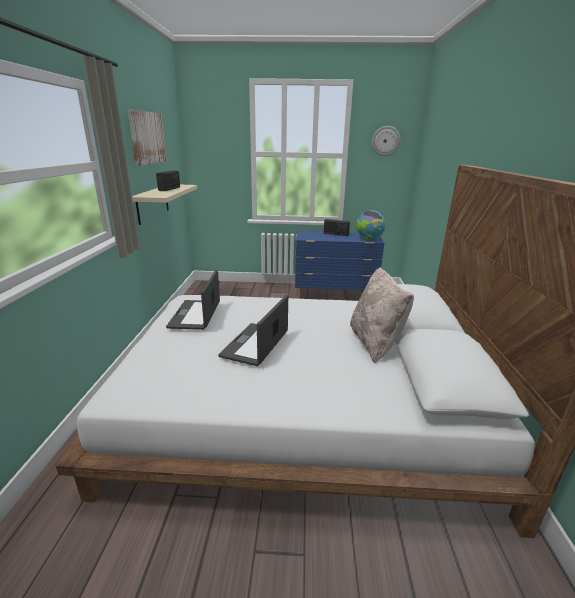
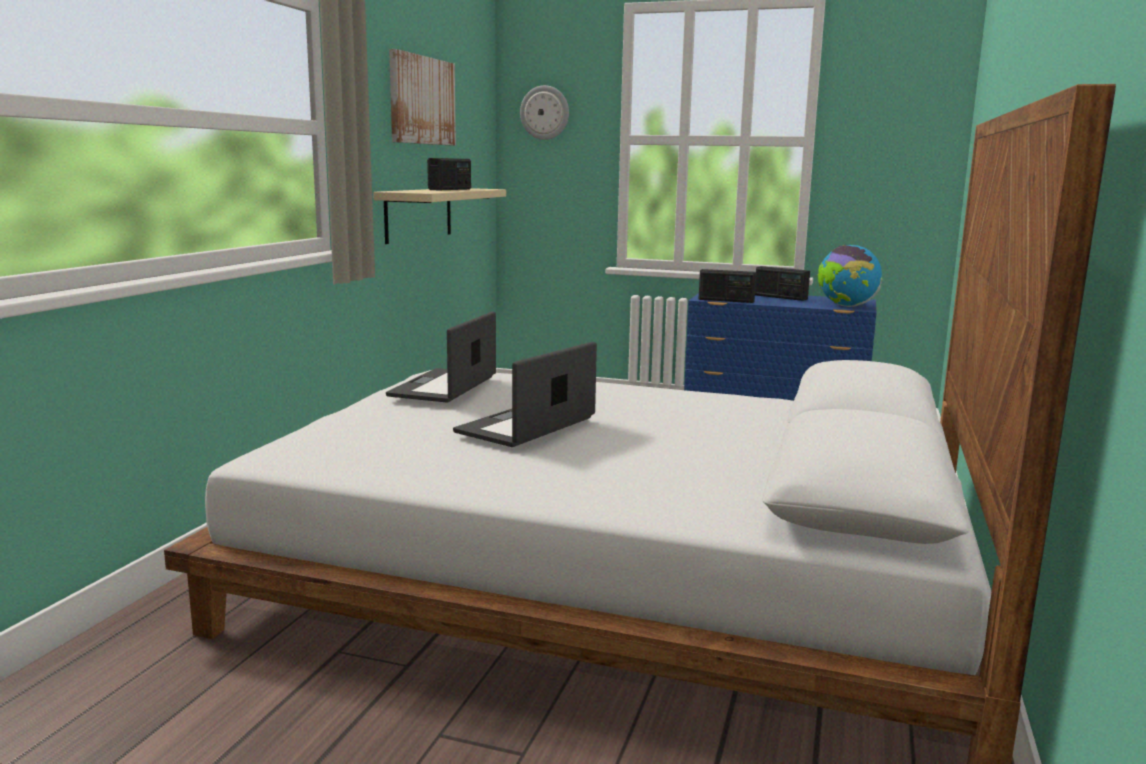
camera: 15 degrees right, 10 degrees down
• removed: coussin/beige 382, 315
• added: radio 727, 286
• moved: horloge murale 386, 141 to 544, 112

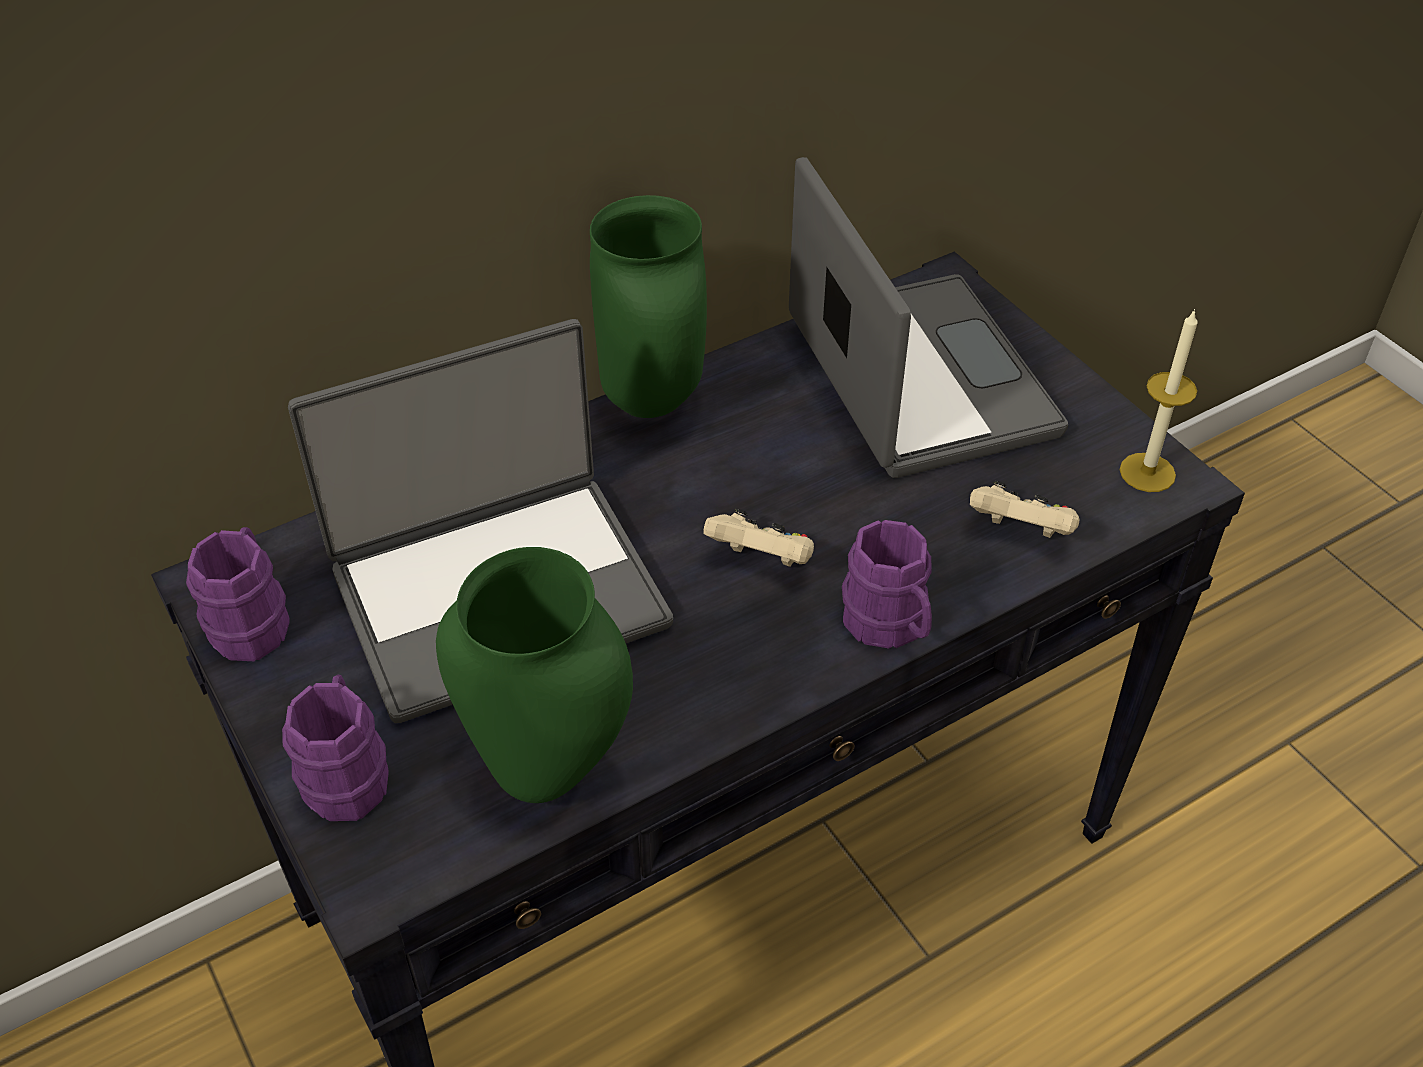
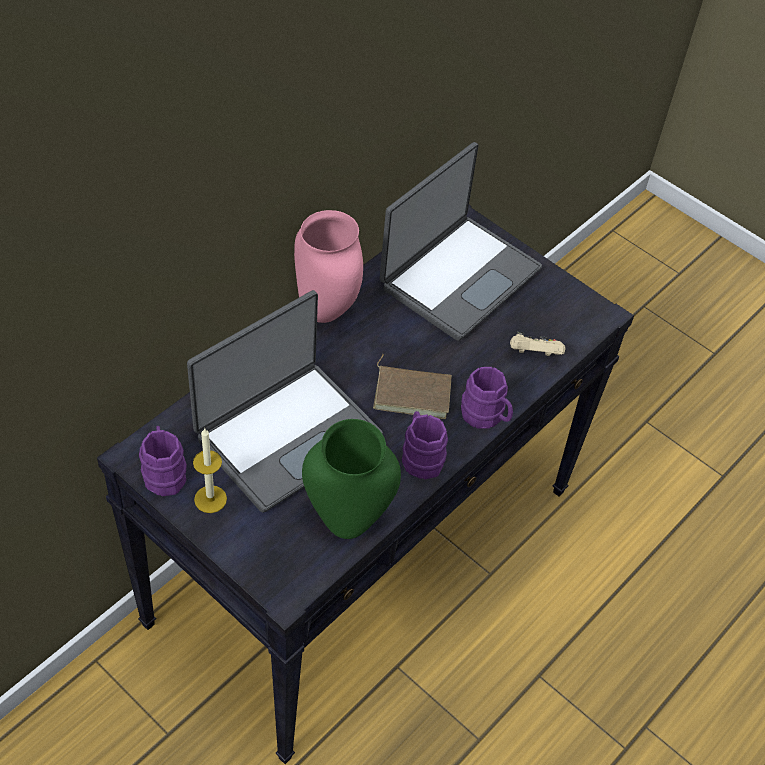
camera: 20 degrees left, 5 degrees up
• moved: mug/violet 335, 747 to 425, 445
• moved: bougie 1159, 400 to 210, 470
• replaced: manette/beige 759, 537 to livre/marron 412, 386
• recoloured: vase/vert 648, 306 to vase/rose 328, 266
• turned: ordinateur portable 928, 317 = 461, 241 75 degrees clockwise

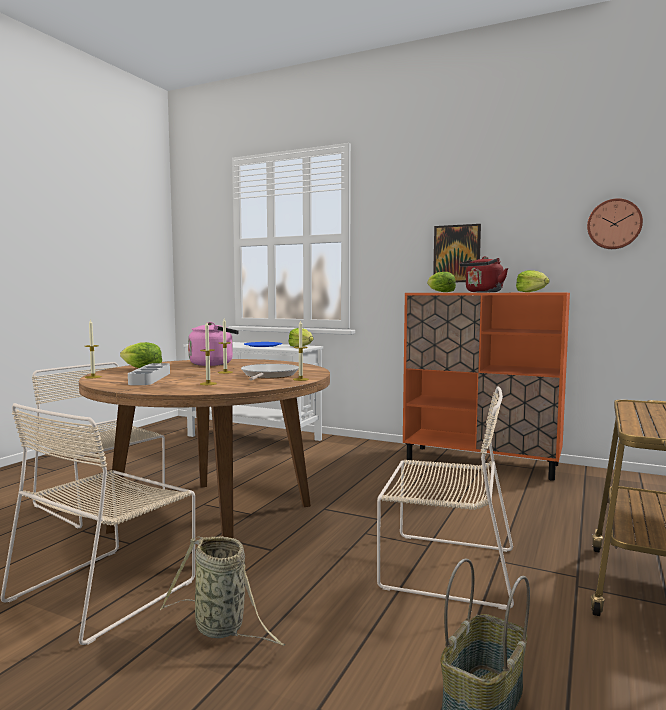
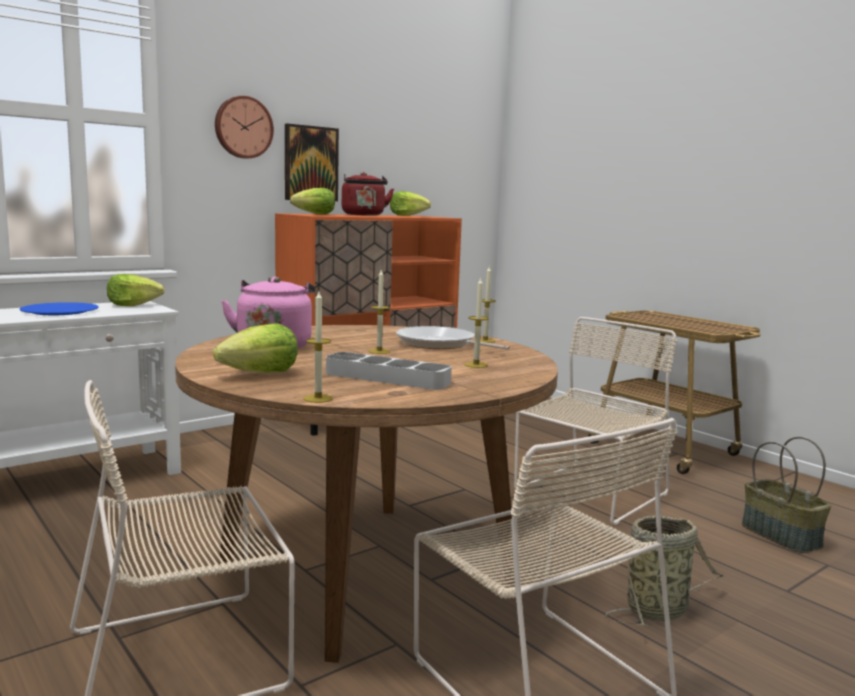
camera: 65 degrees left, 5 degrees up
• moved: horloge murale 615, 223 to 244, 127

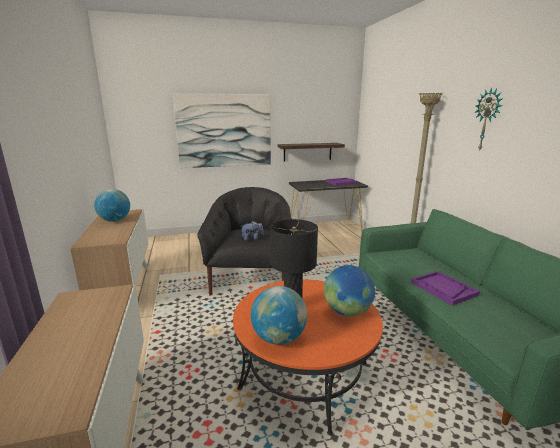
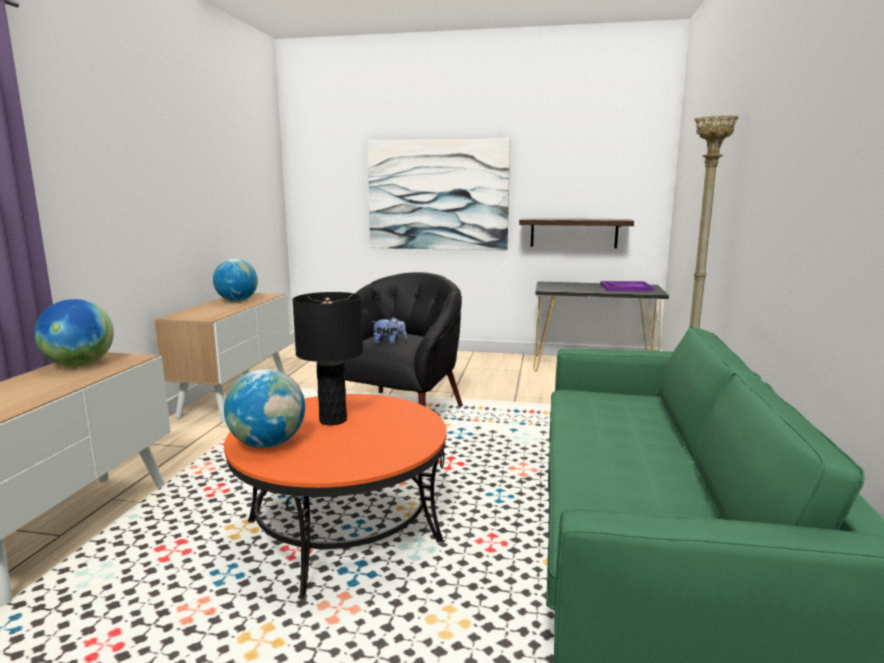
camera: 25 degrees right, 5 degrees down
• removed: plateau/violet 445, 288
• removed: horloge murale 489, 119
• moved: globe 349, 290 to 74, 333

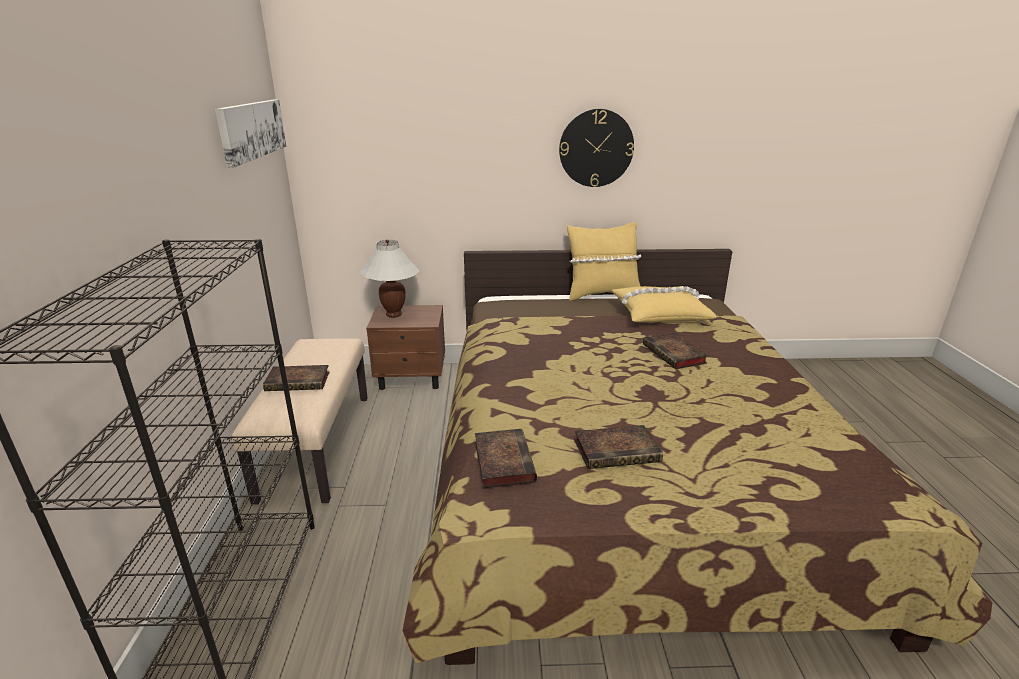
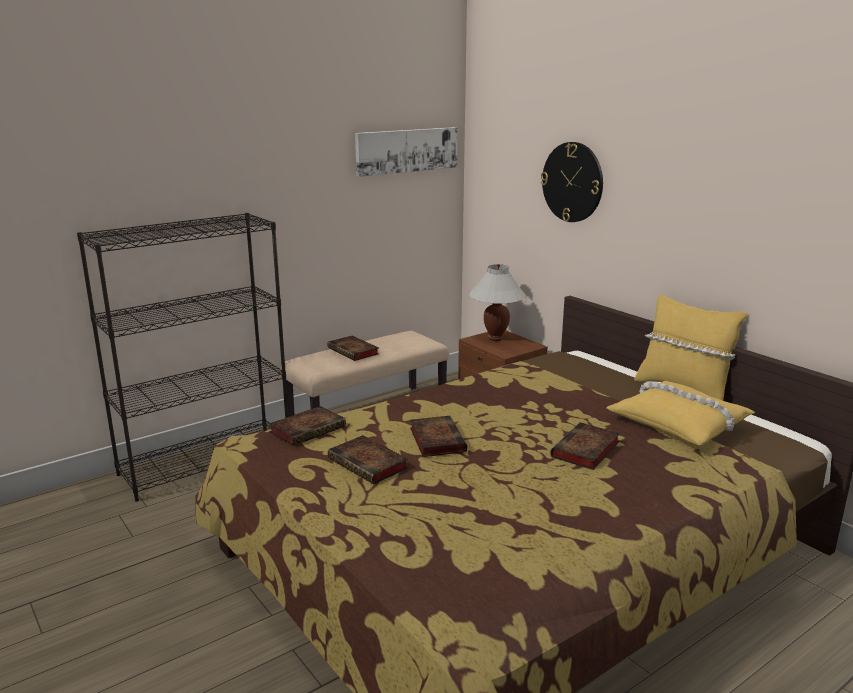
camera: 55 degrees right, 5 degrees down
• added: livre 438, 436
• moved: horloge murale 596, 148 to 572, 182

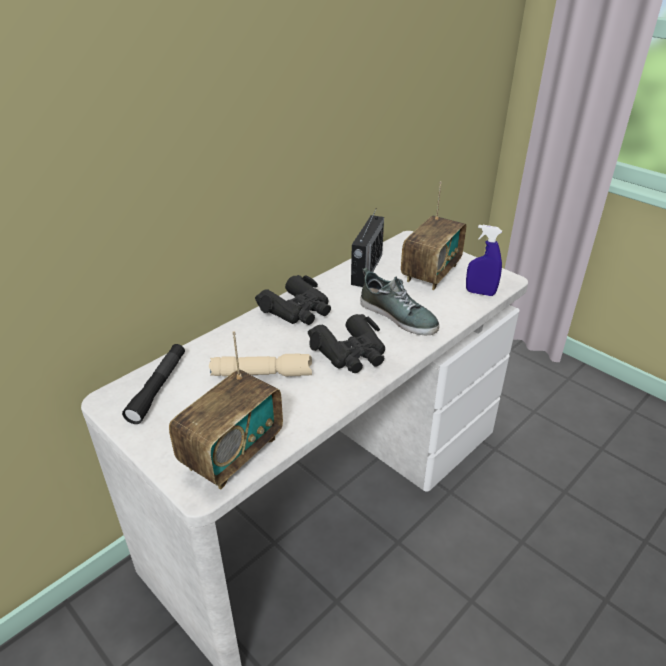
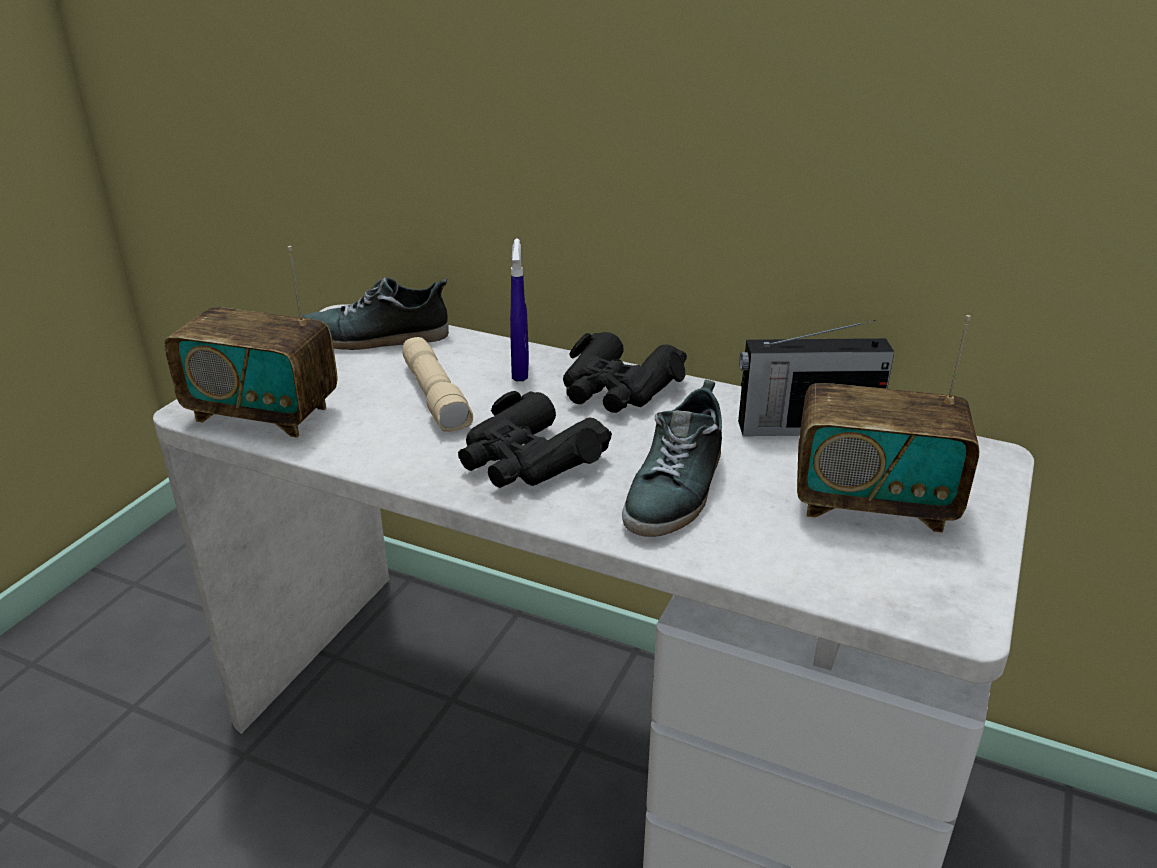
camera: 70 degrees right, 5 degrees down
• moved: vaporisateur/bleu 484, 260 to 519, 309
• replaced: lampe de poche/noir 153, 384 to chaussure 375, 313

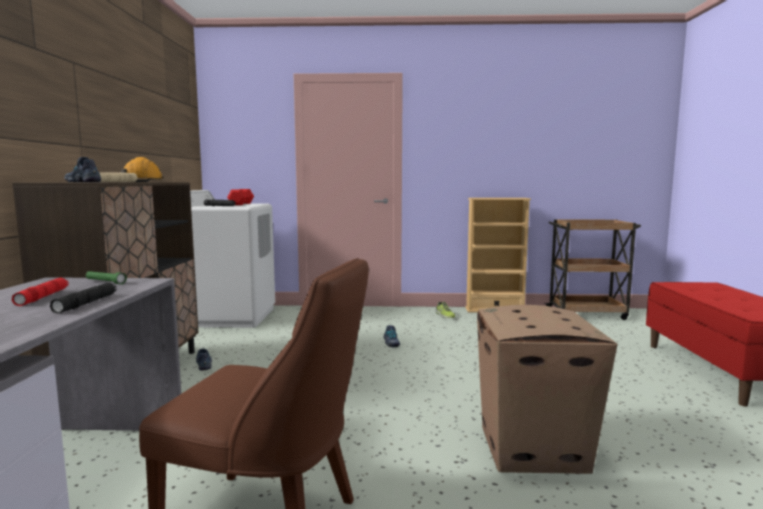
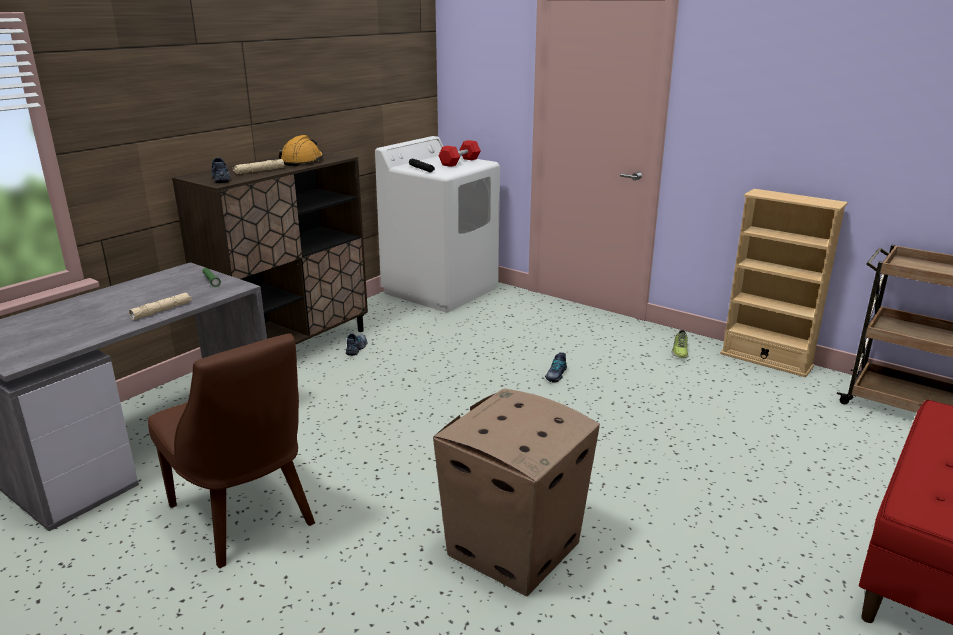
camera: 35 degrees right, 15 degrees up
• removed: lampe de poche/rouge 40, 292
• recoloured: lampe de poche/noir 83, 298 to lampe de poche/beige 160, 306

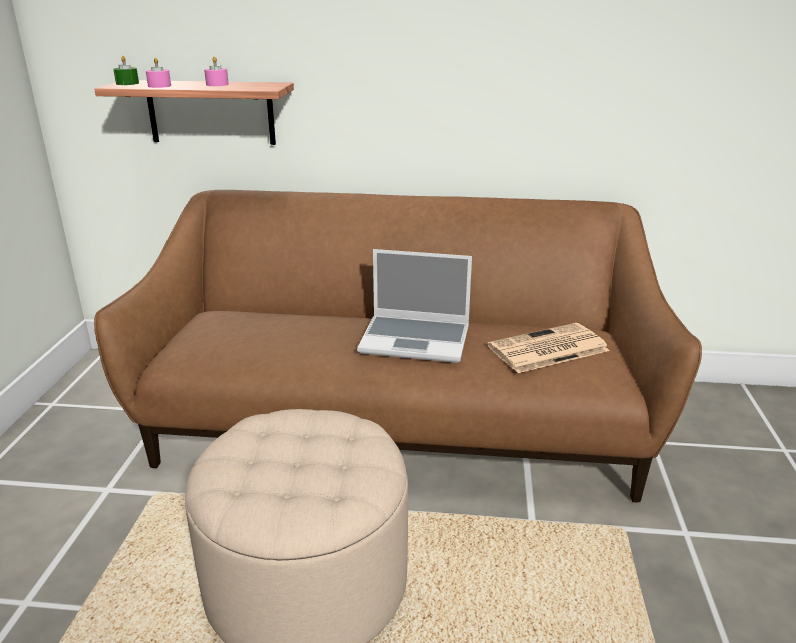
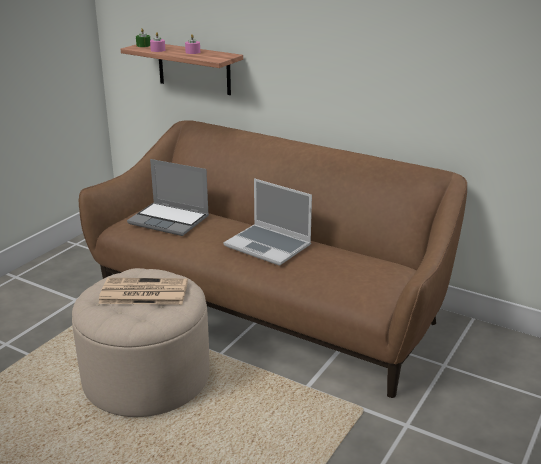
camera: 25 degrees right, 0 degrees up
• added: ordinateur portable 168, 197
• moved: journal 549, 348 to 143, 291

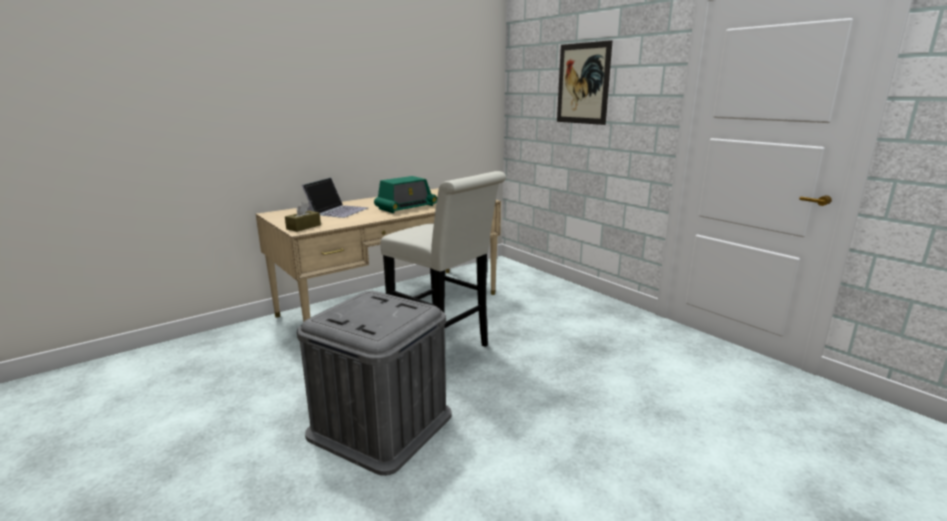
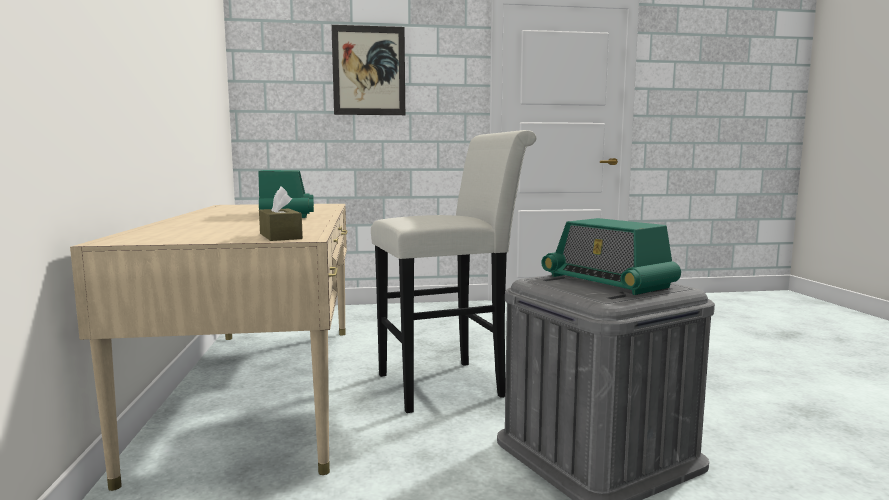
camera: 60 degrees left, 10 degrees down
• removed: ordinateur portable 335, 198
• added: radio 611, 256

